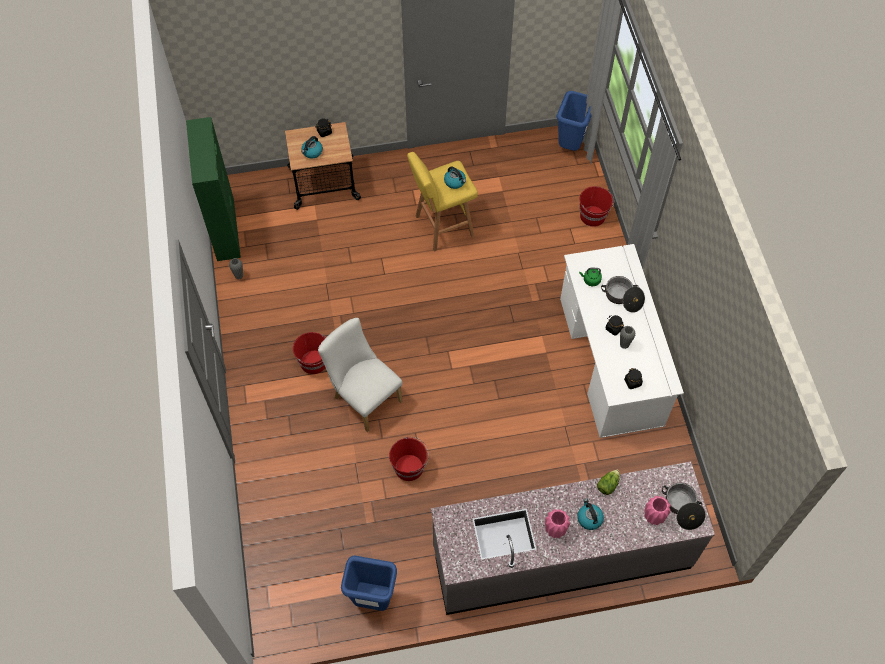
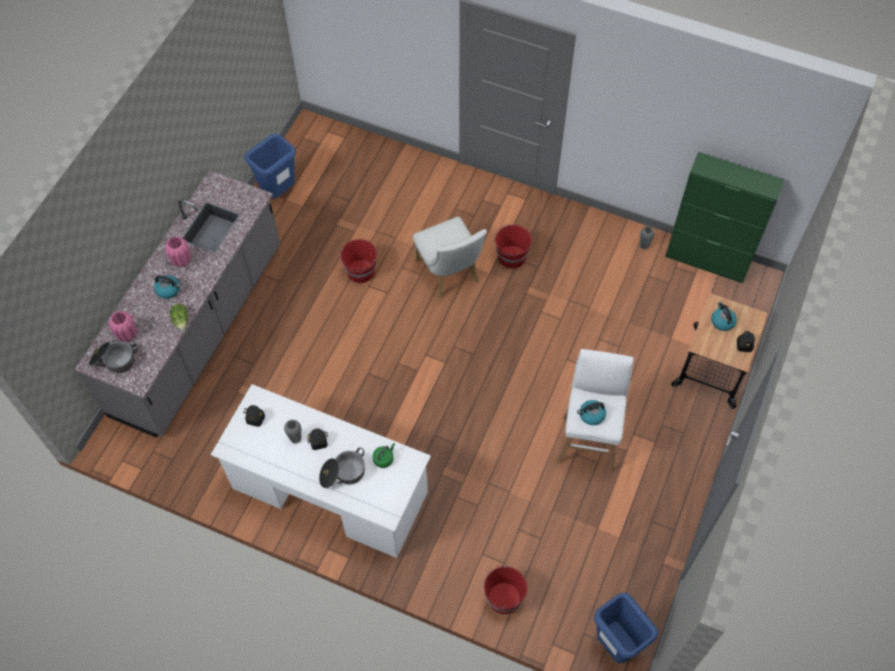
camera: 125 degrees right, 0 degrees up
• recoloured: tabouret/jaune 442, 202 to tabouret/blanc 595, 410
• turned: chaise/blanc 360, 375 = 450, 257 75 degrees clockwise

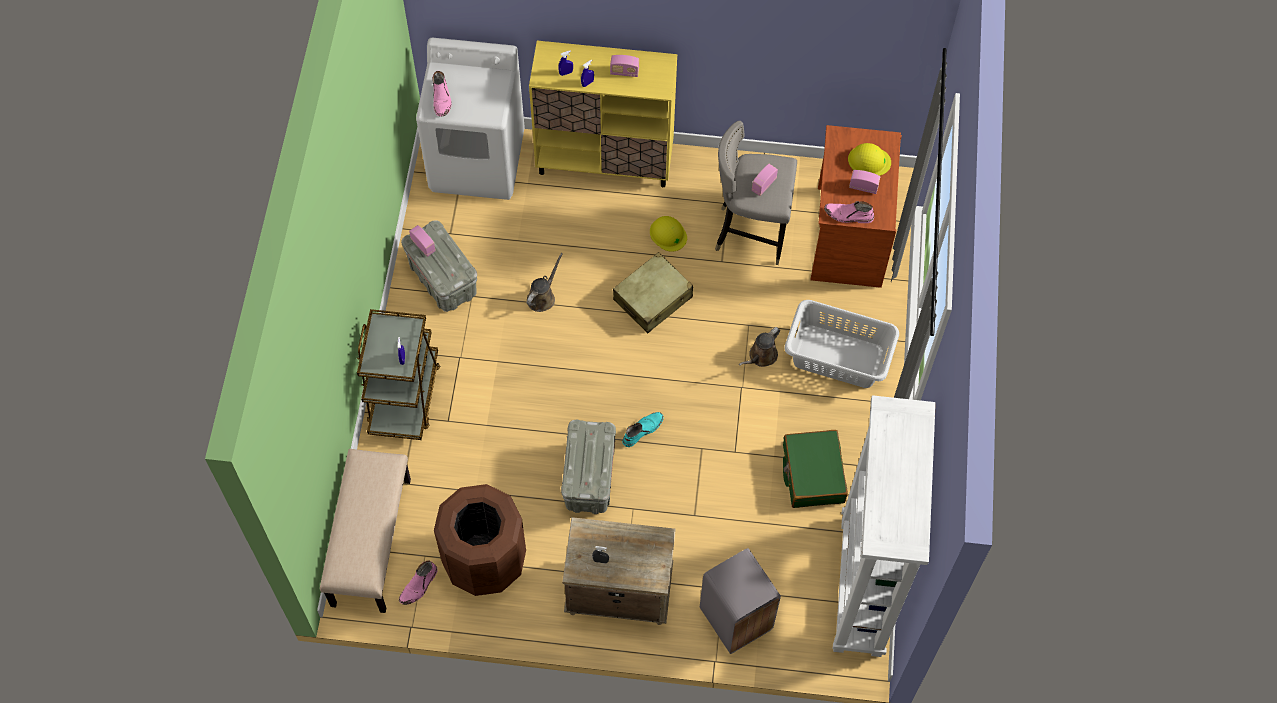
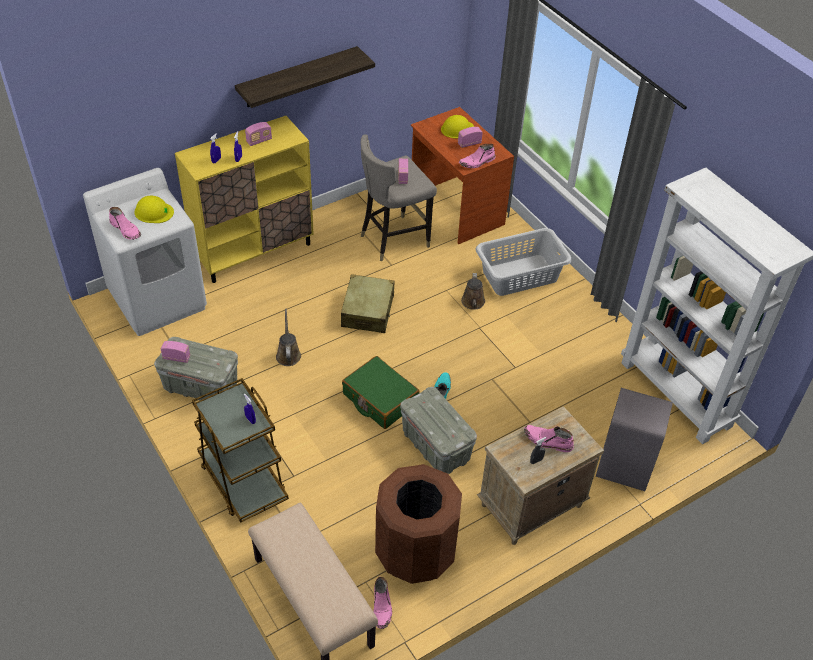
camera: 40 degrees left, 15 degrees down
• added: étagère 305, 77
• added: botte/rose 549, 438
• moved: casque de chantier/jaune 668, 234 to 154, 209
• moved: valise/vert 815, 469 to 381, 392

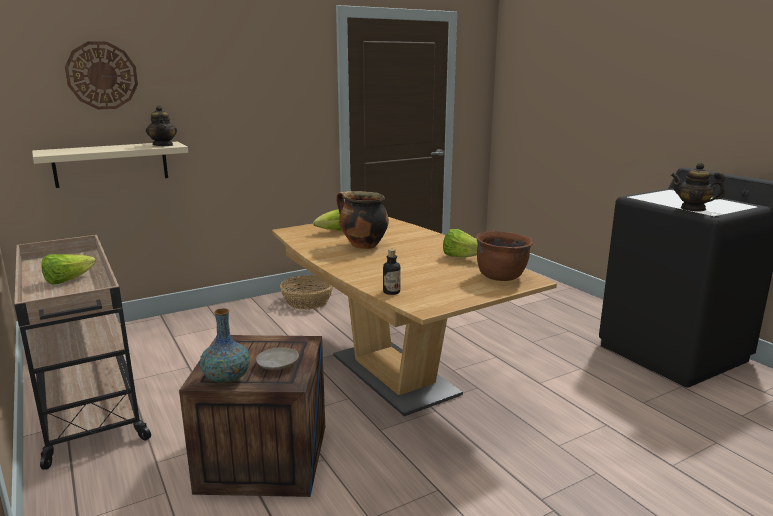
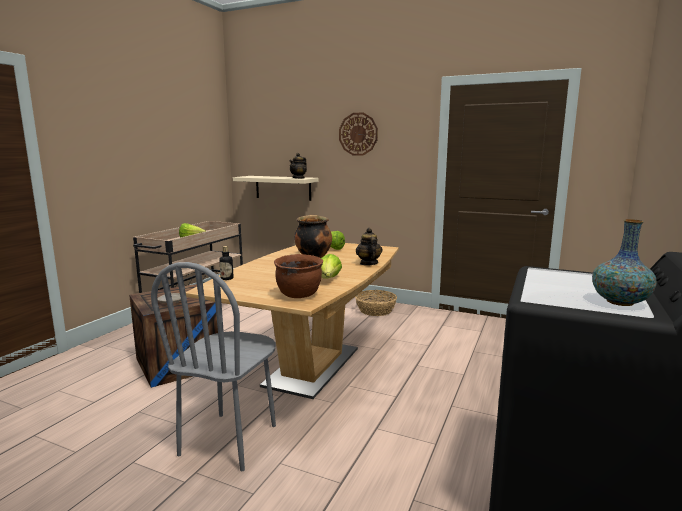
camera: 55 degrees right, 5 degrees down
• added: chaise/gris 213, 366
• moved: horloge murale 101, 75 to 358, 134
• moved: vase 225, 346 to 624, 262
• moved: théière 698, 187 to 369, 246

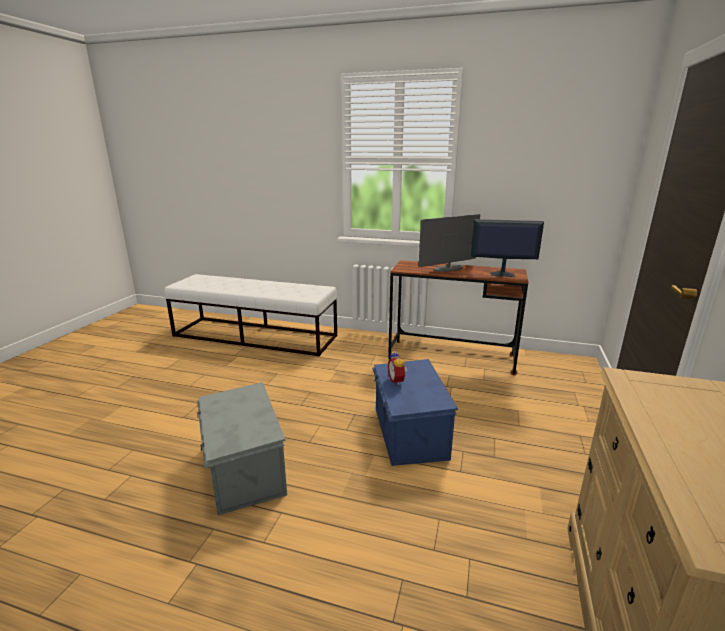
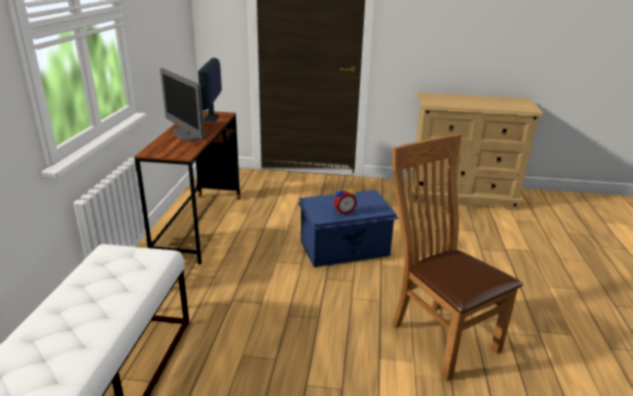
camera: 100 degrees left, 5 degrees up
• replaced: boîte de rangement/gris 242, 448 to chaise/marron 457, 257

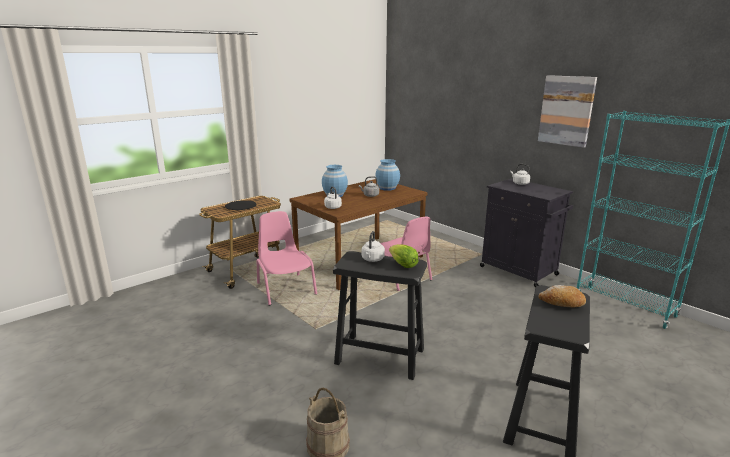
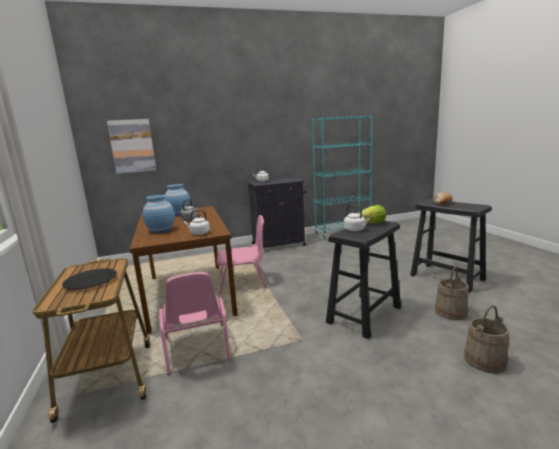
camera: 65 degrees left, 5 degrees down
• added: seau/beige 452, 293
• moved: tableau 567, 111 to 131, 146
• turned: chaise/rose 287, 258 = 195, 323 105 degrees counterclockwise

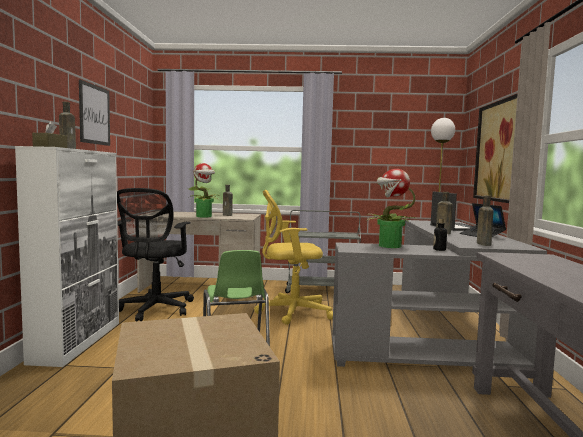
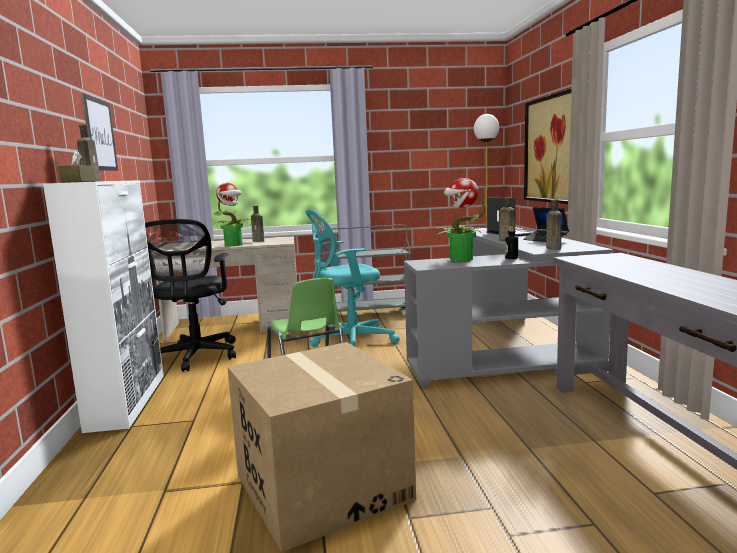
camera: 10 degrees left, 5 degrees up
• recoloured: chaise de bureau/jaune 293, 257 to chaise de bureau/turquoise 352, 278

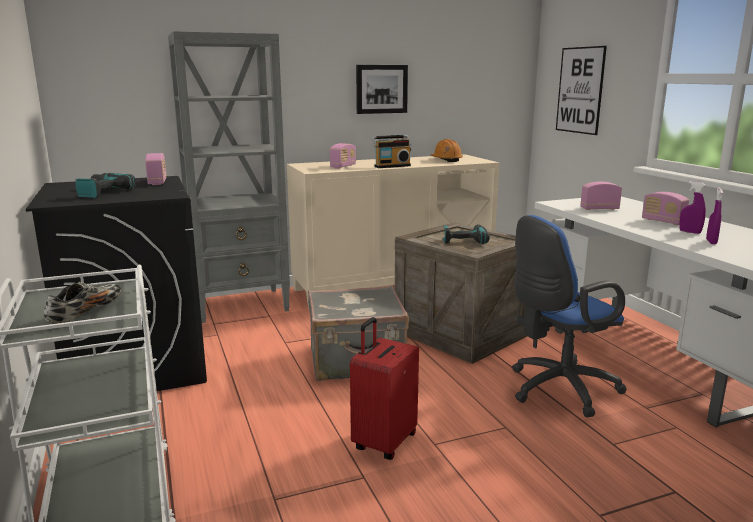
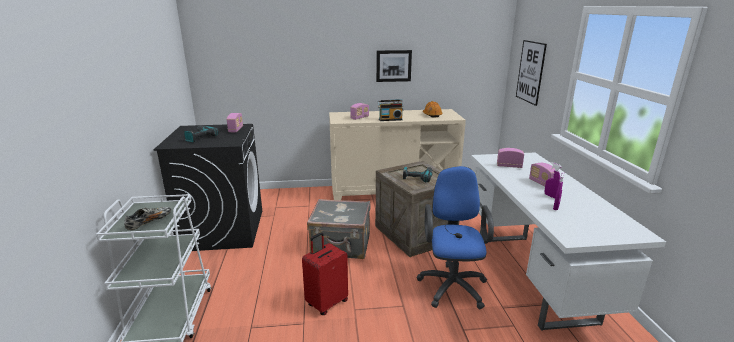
camera: 15 degrees right, 5 degrees up
• removed: bibliothèque/gris 229, 177
• turned: chaise de bureau/bleu 569, 316 = 455, 237 105 degrees clockwise

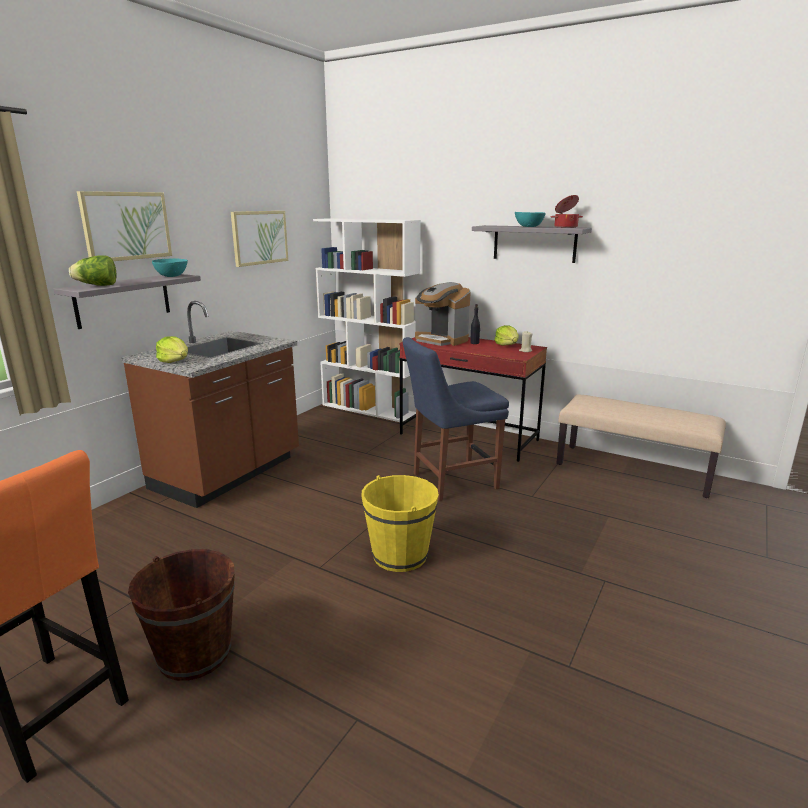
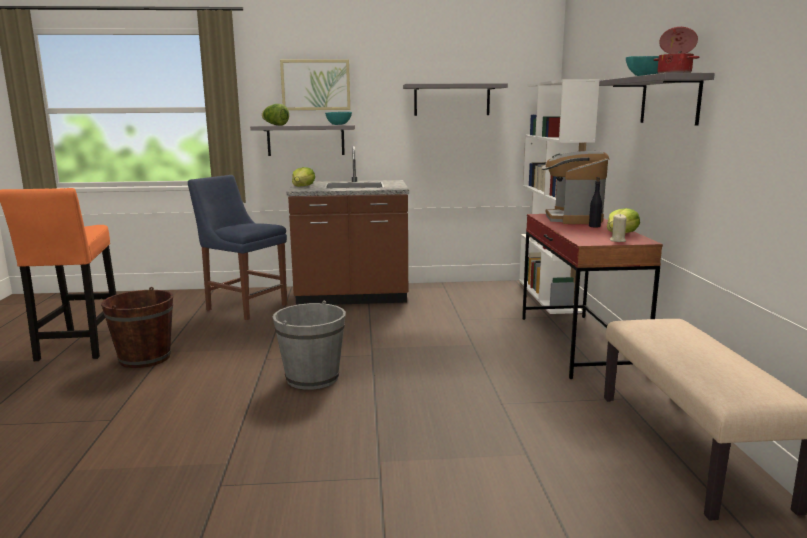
camera: 55 degrees right, 5 degrees down
• moved: chaise/bleu 456, 419 to 237, 247
• replaced: tableau 259, 239 to étagère/gris 455, 99
• recoloured: seau/jaune 400, 523 to seau/gris 309, 345

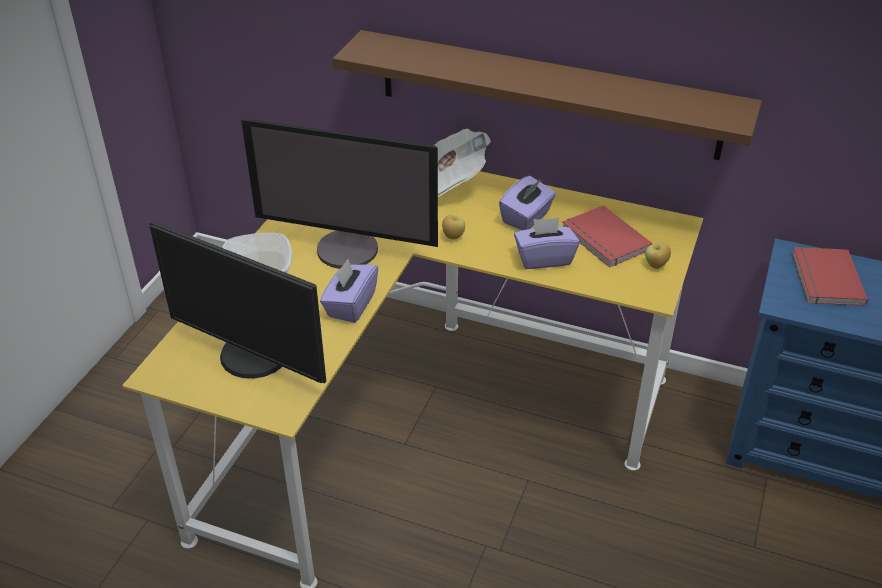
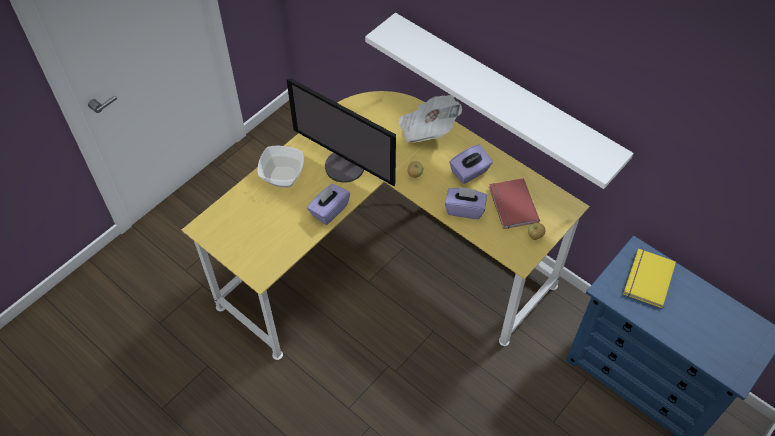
camera: 20 degrees right, 15 degrees up
• removed: écran d'ordinateur 238, 302
• recoloured: étagère/marron 547, 95 to étagère/blanc 499, 101
• recoloured: livre/rouge 830, 276 to livre/jaune 649, 278

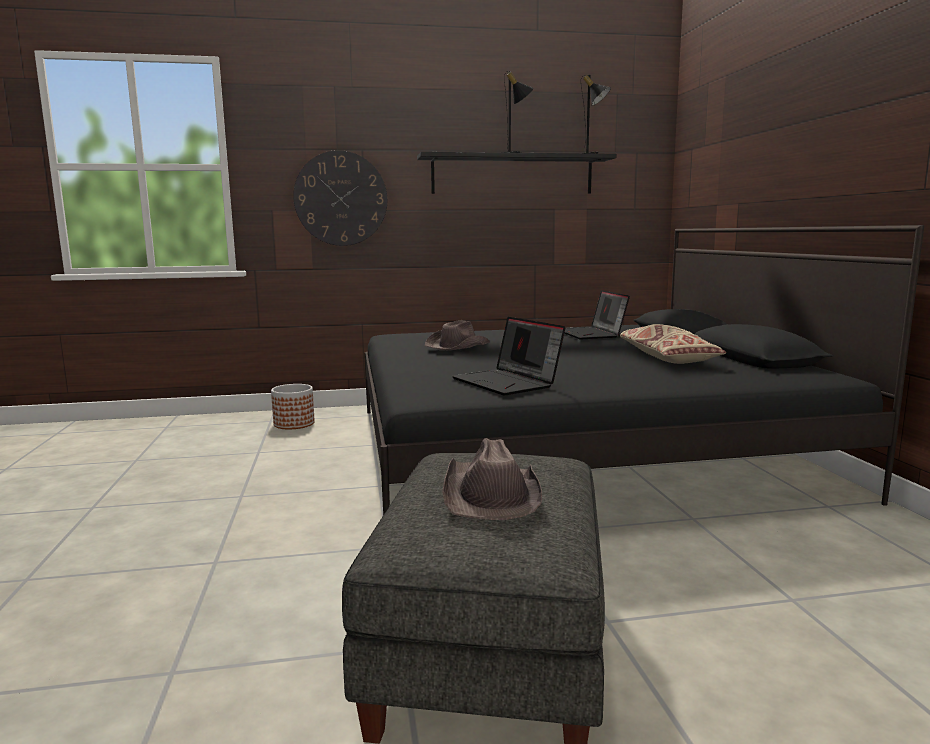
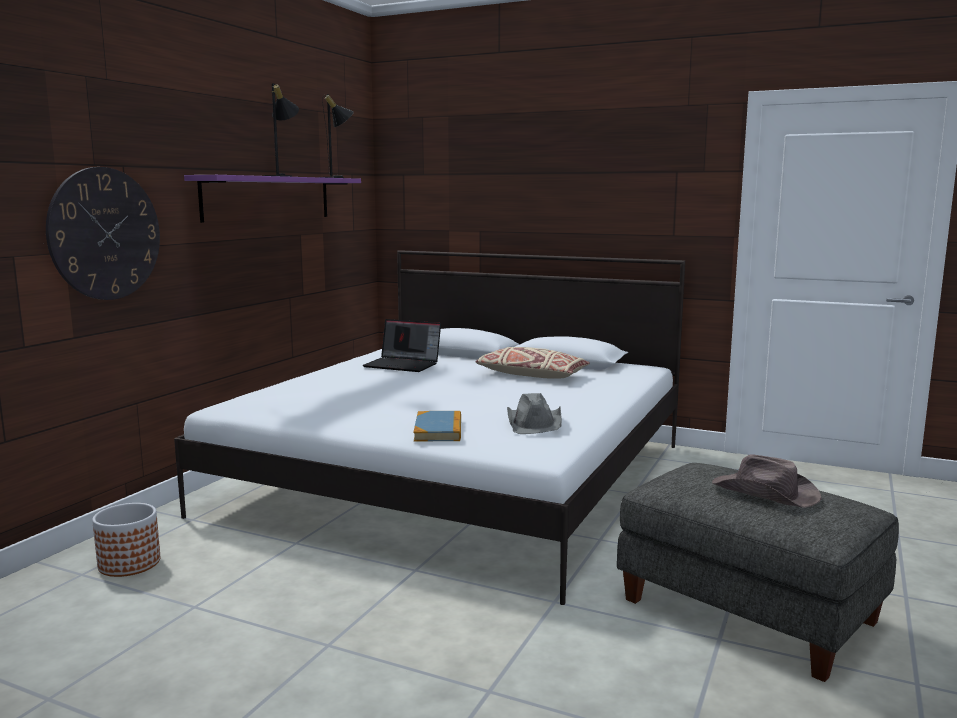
camera: 55 degrees left, 0 degrees up
• removed: chapeau/marron 458, 335
• added: livre 437, 426
• replaced: ordinateur portable 508, 356 to chapeau/gris 534, 413
• recoloured: lit/noir 644, 370 to lit/blanc 429, 427
• recoloured: étagère/noir 516, 173 to étagère/violet 272, 199

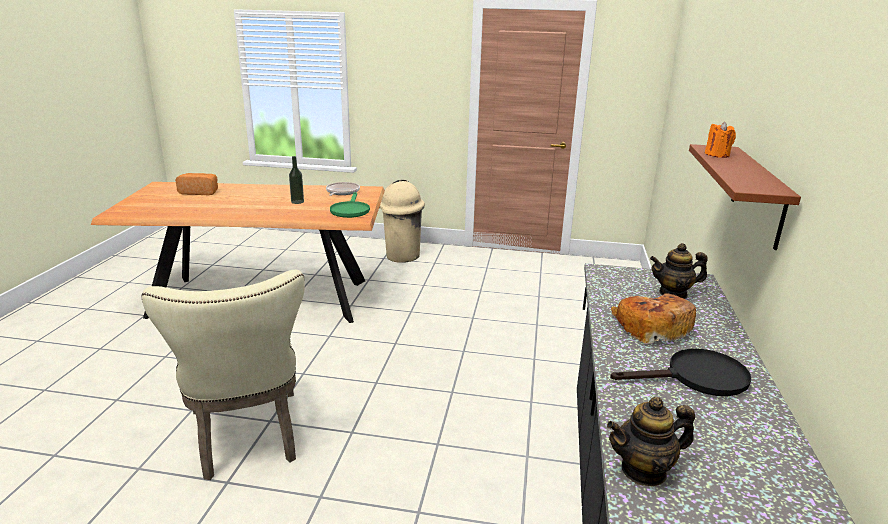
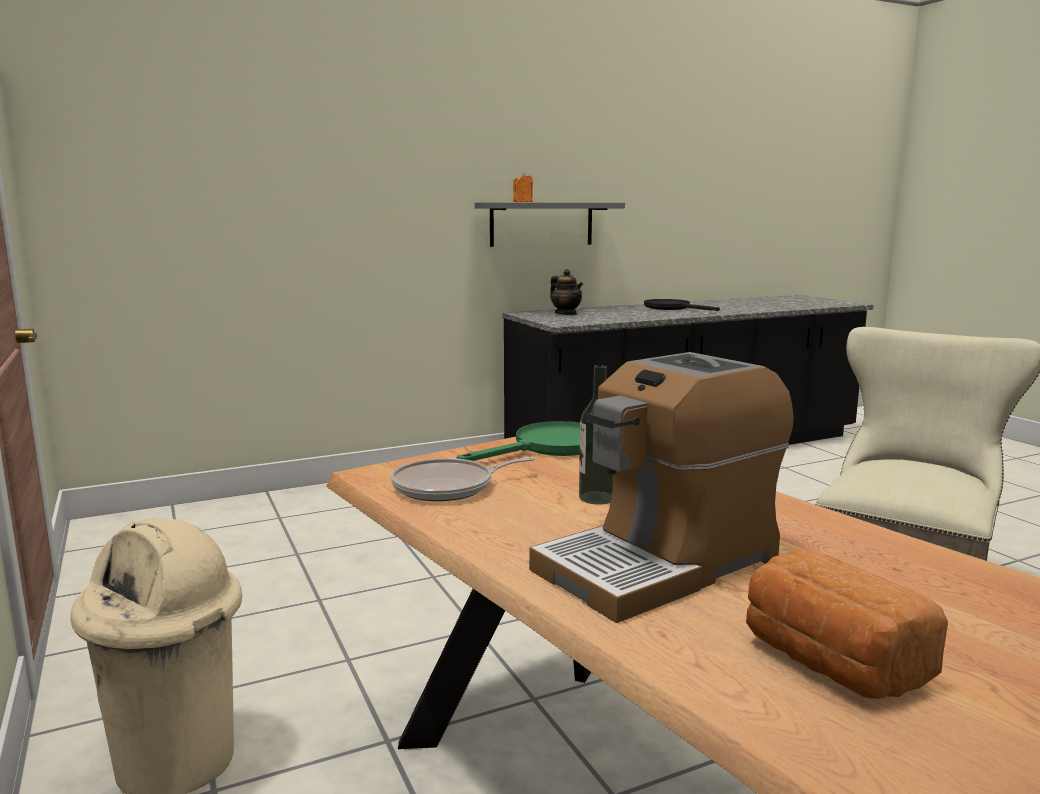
camera: 125 degrees left, 10 degrees down
• removed: théière 651, 441
• removed: pain 653, 318
• added: machine à café 661, 487
• recoloured: étagère/marron 745, 197 to étagère/gris 550, 224

